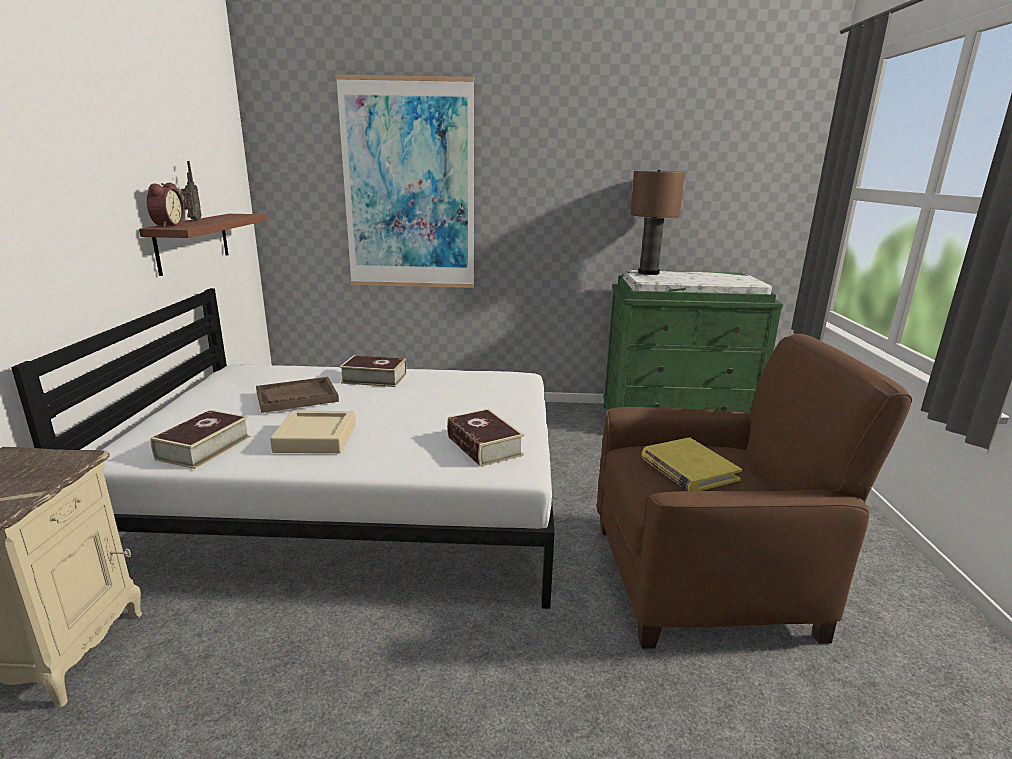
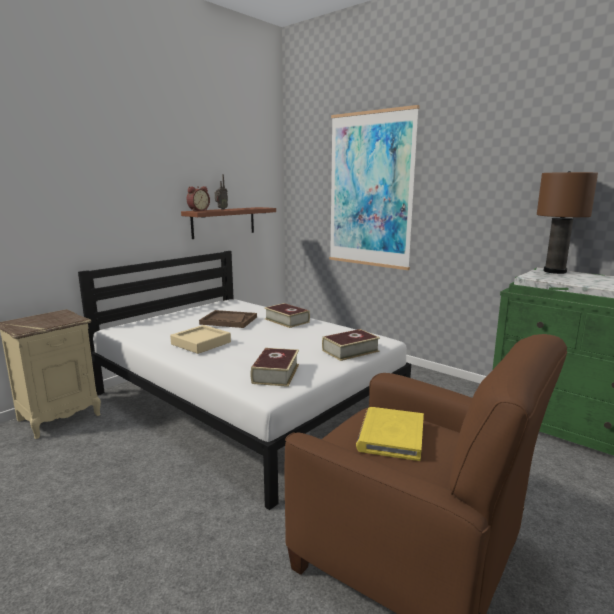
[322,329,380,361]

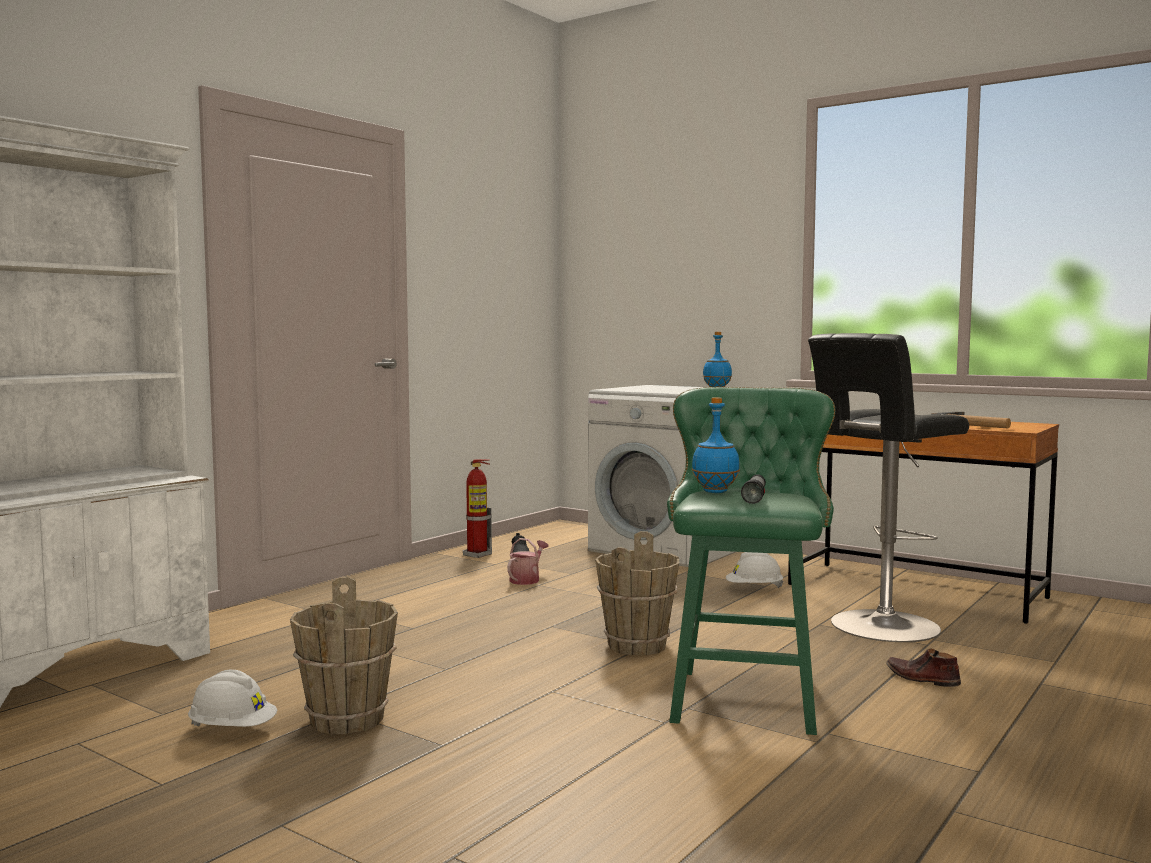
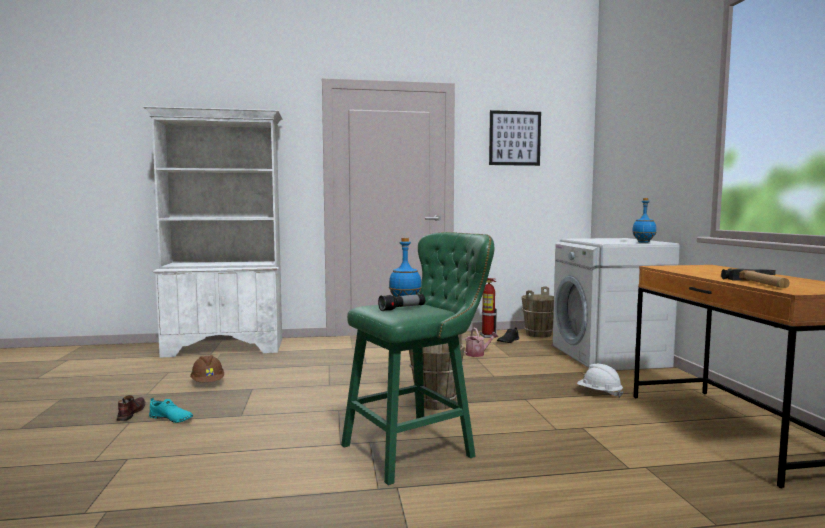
[808,333,969,642] (first image)
[521,286,554,338]
[117,395,145,421]
[190,355,224,382]
[489,110,541,166]
[149,398,193,423]

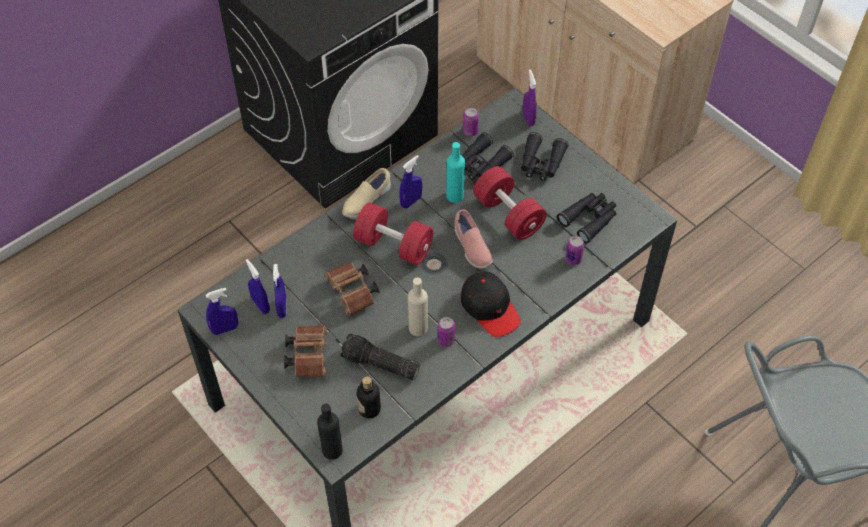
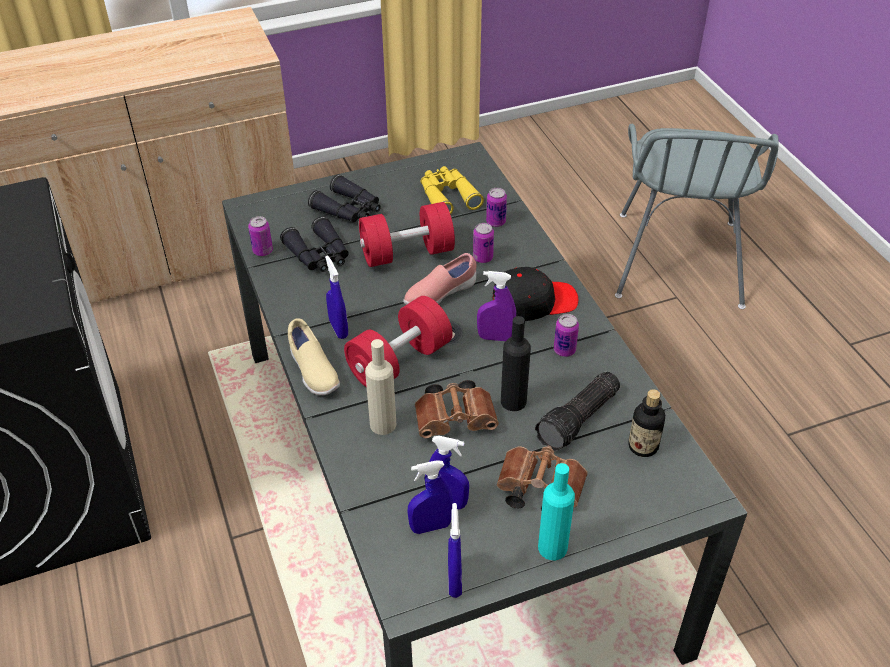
[477,271,516,341]
[538,463,575,560]
[420,166,484,215]
[403,253,477,305]
[365,339,396,435]
[501,316,531,411]
[473,223,494,263]

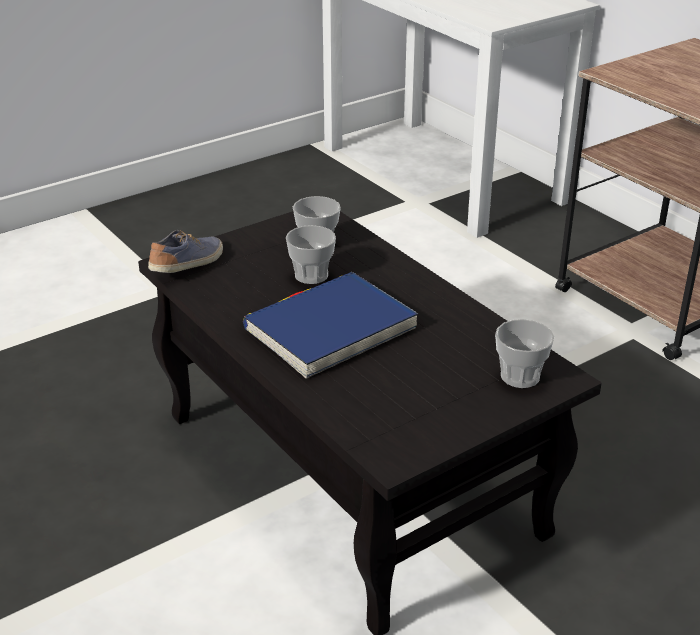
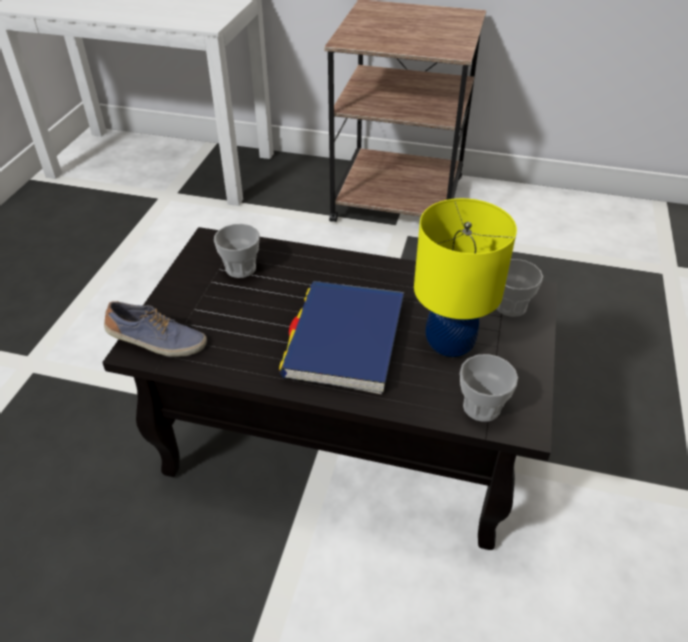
[460,354,518,422]
[104,301,207,357]
[414,198,517,357]

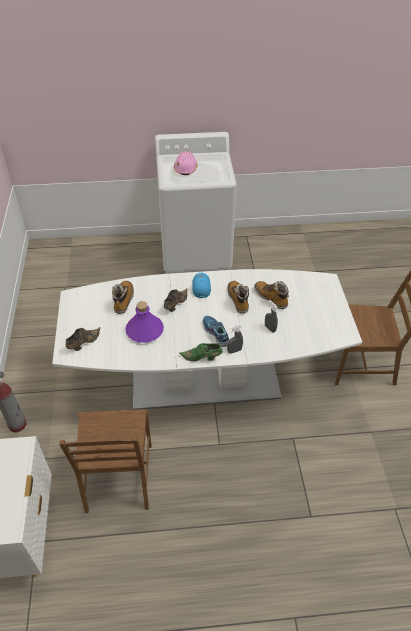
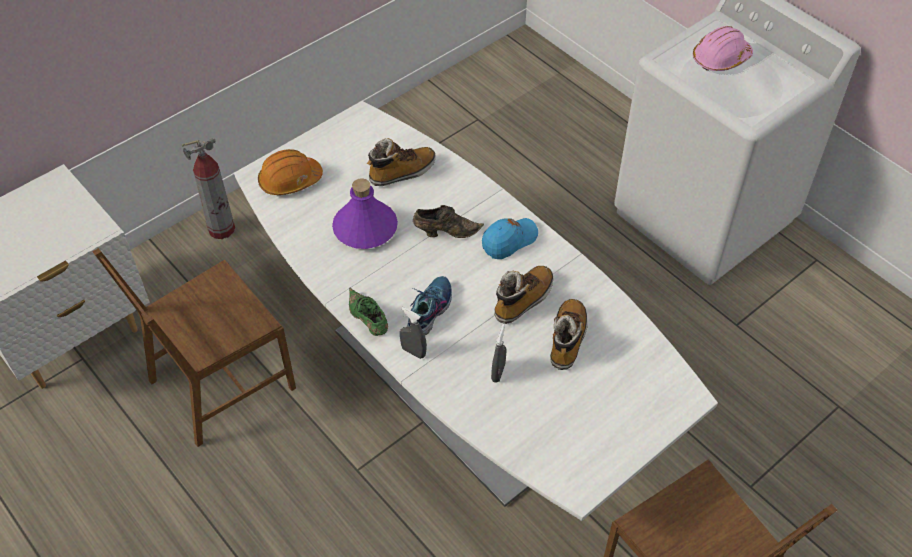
[258,149,323,195]

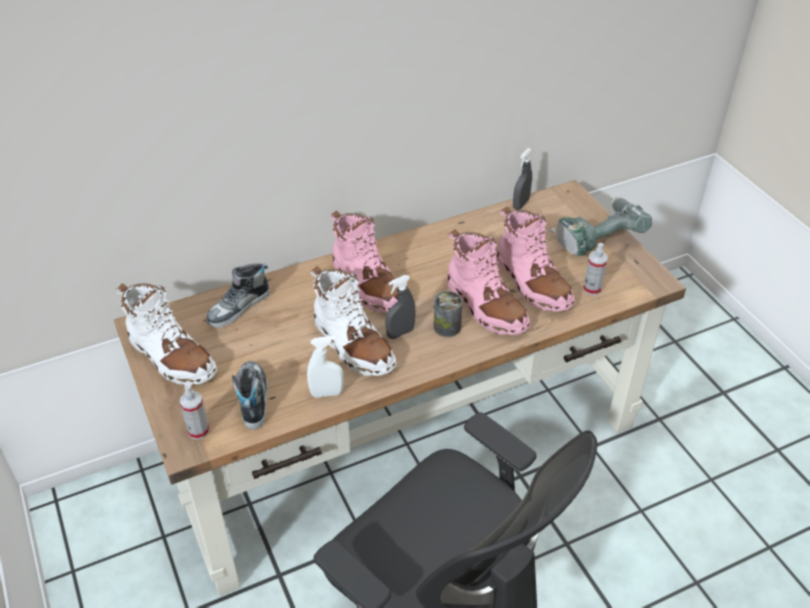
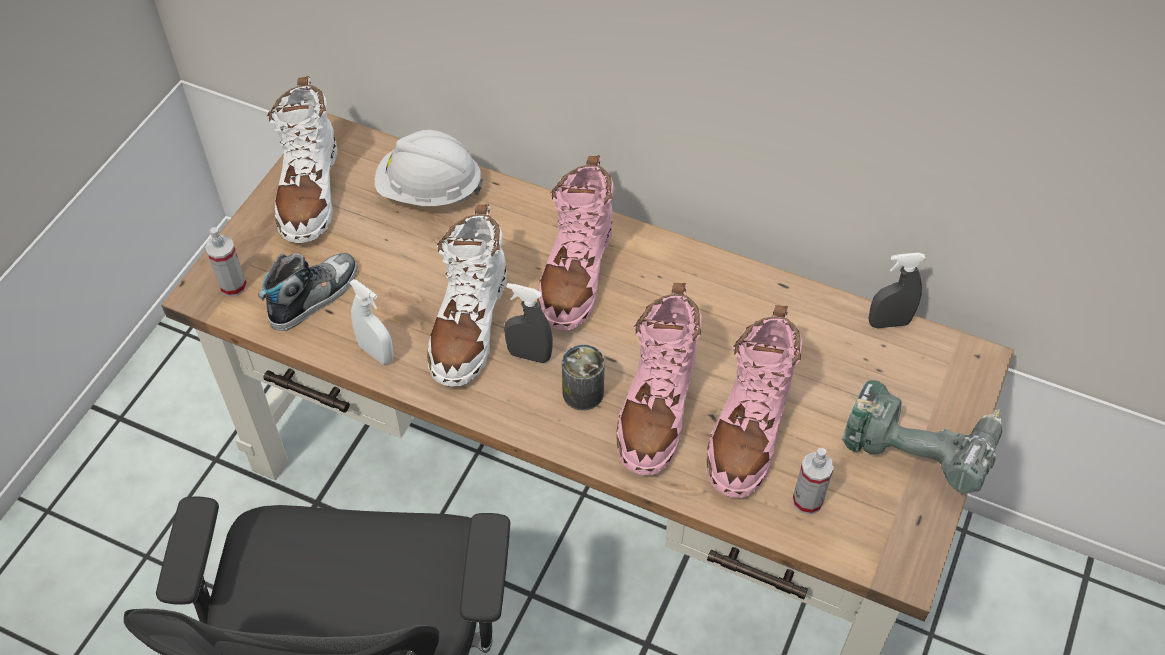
[374,130,483,206]

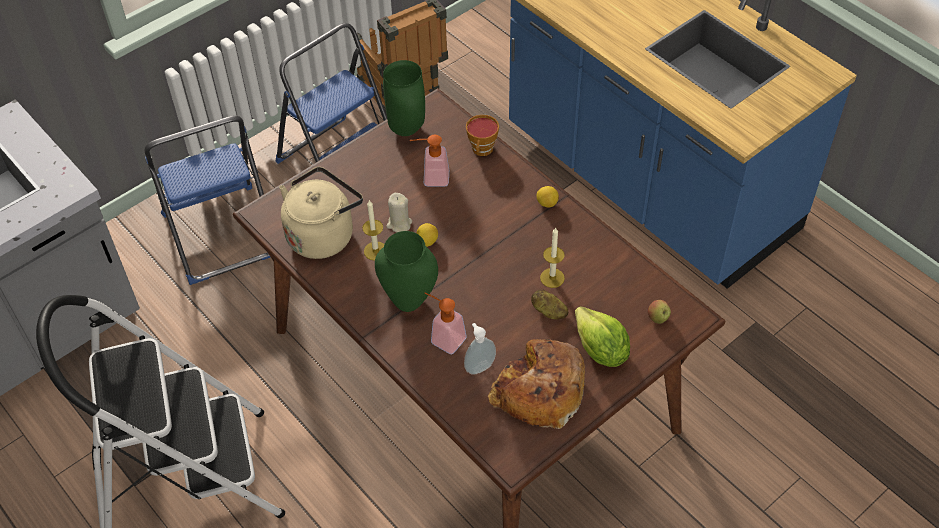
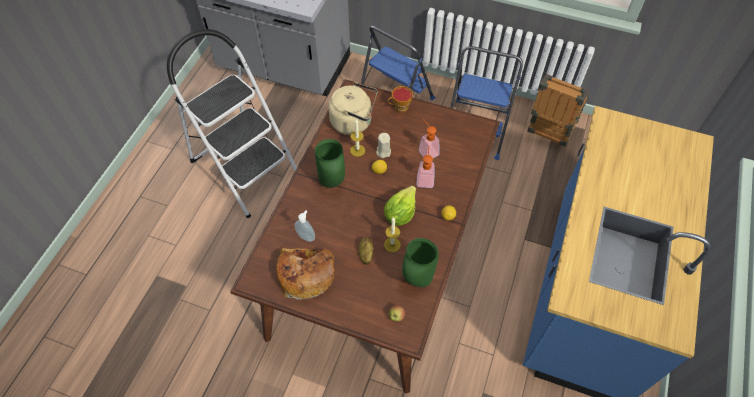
[402,238,439,287]
[388,86,413,113]
[416,146,434,188]
[384,186,416,226]

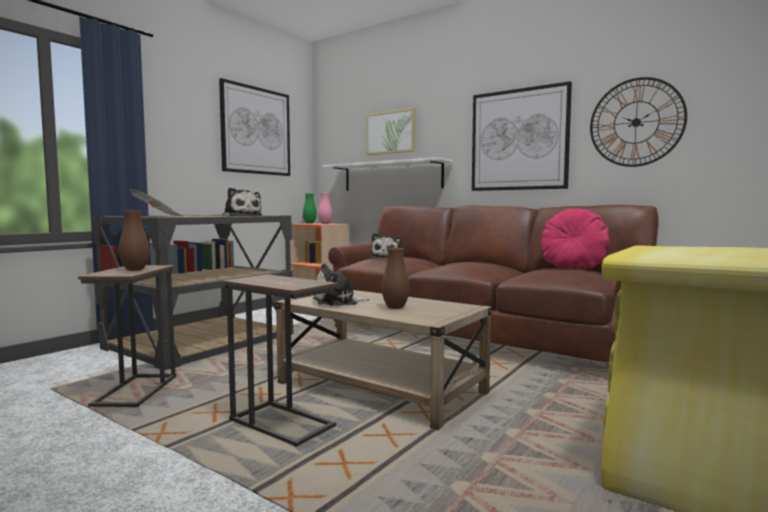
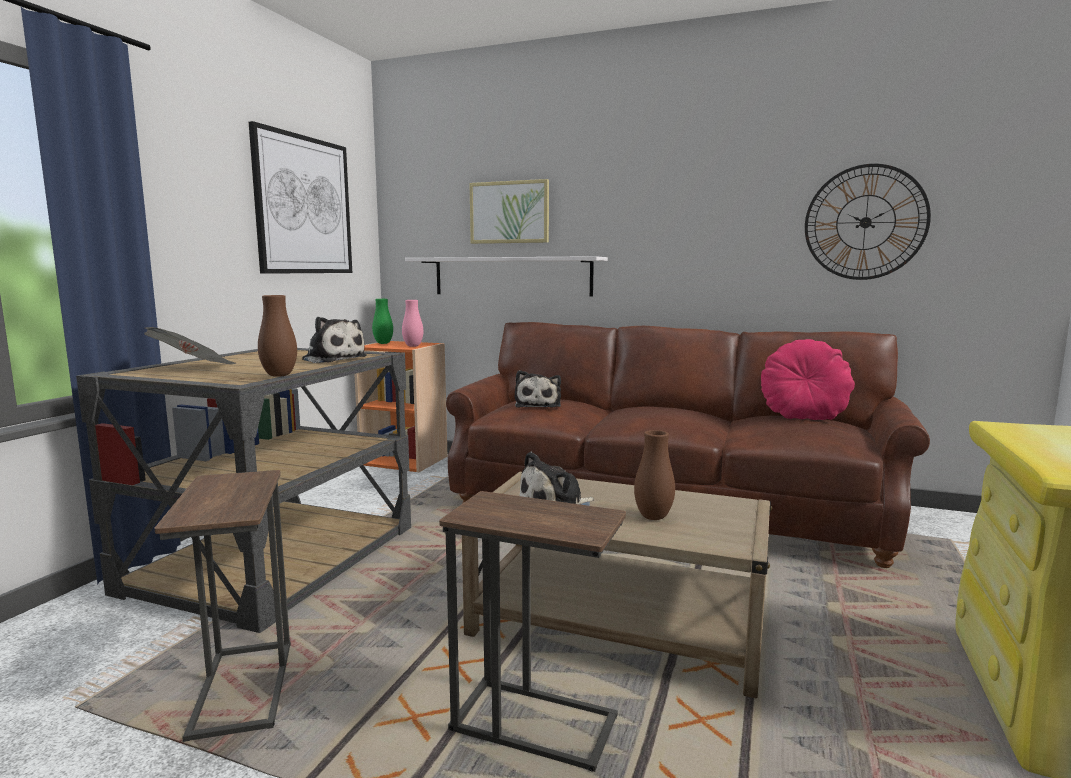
[472,81,572,191] (first image)
[258,295,297,377]

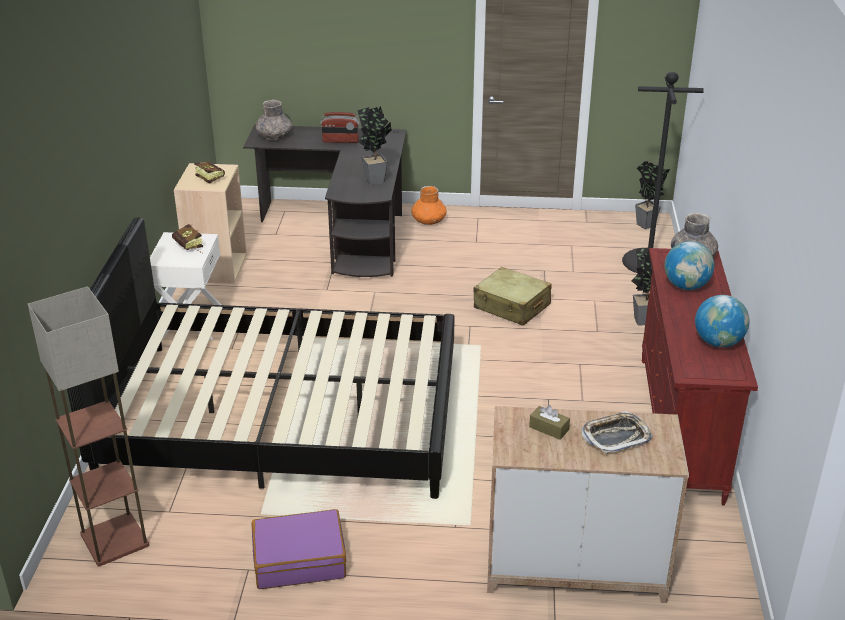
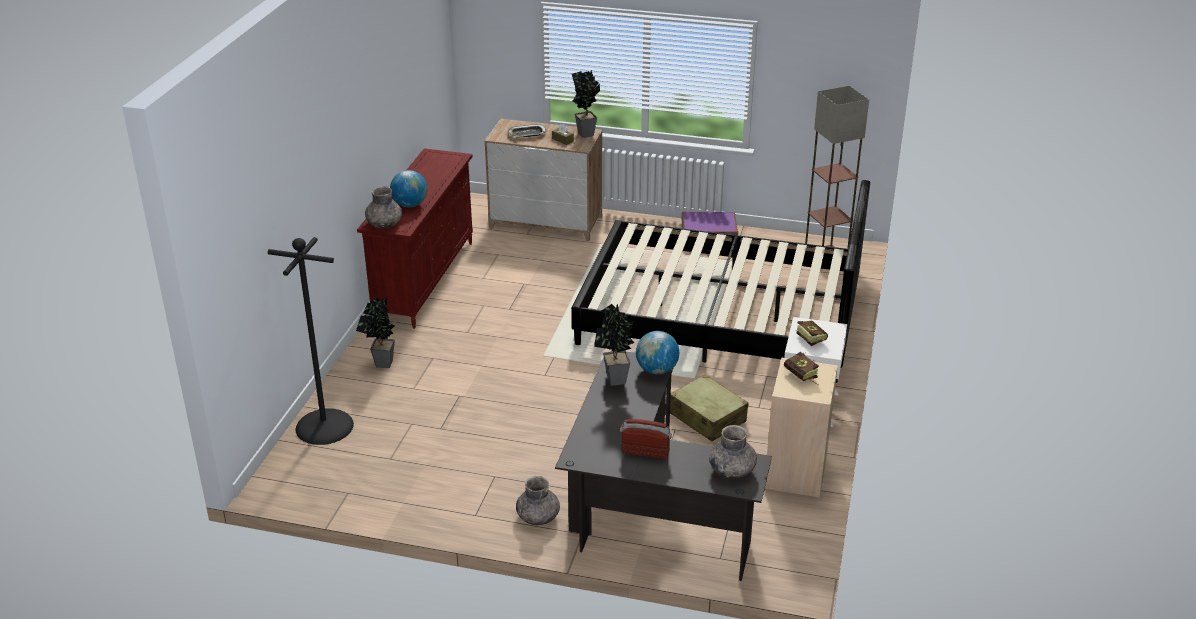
[572,70,600,138]
[516,476,560,525]
[670,375,749,442]
[636,331,679,374]

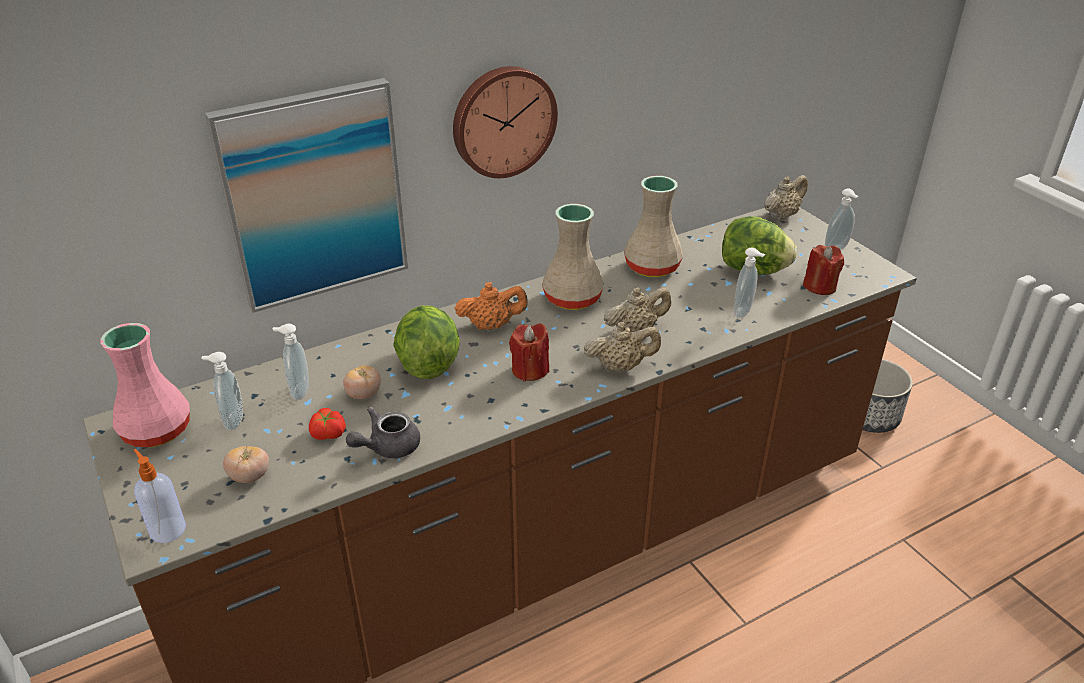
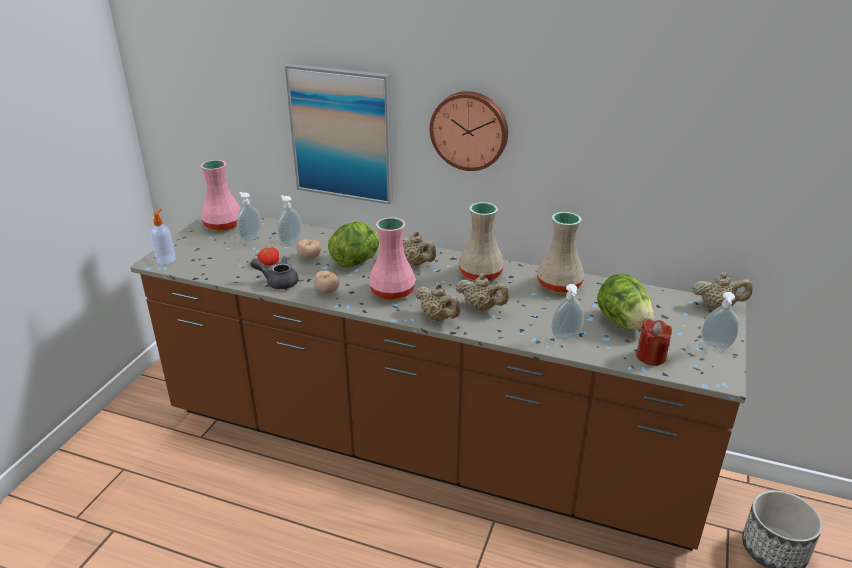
[403,231,436,265]
[368,217,416,300]
[314,270,339,293]

